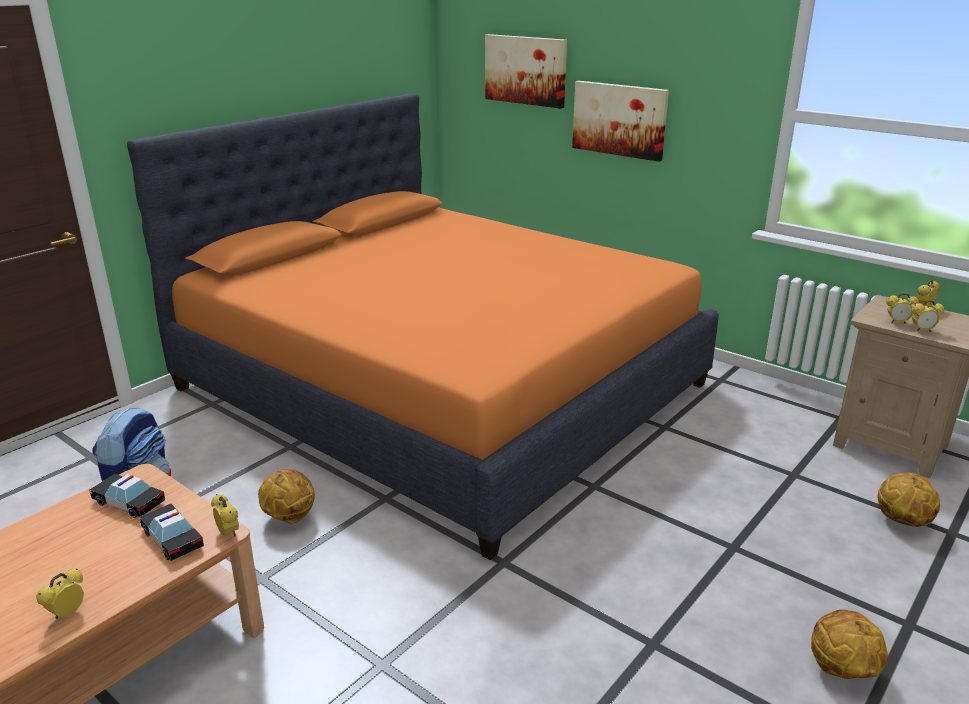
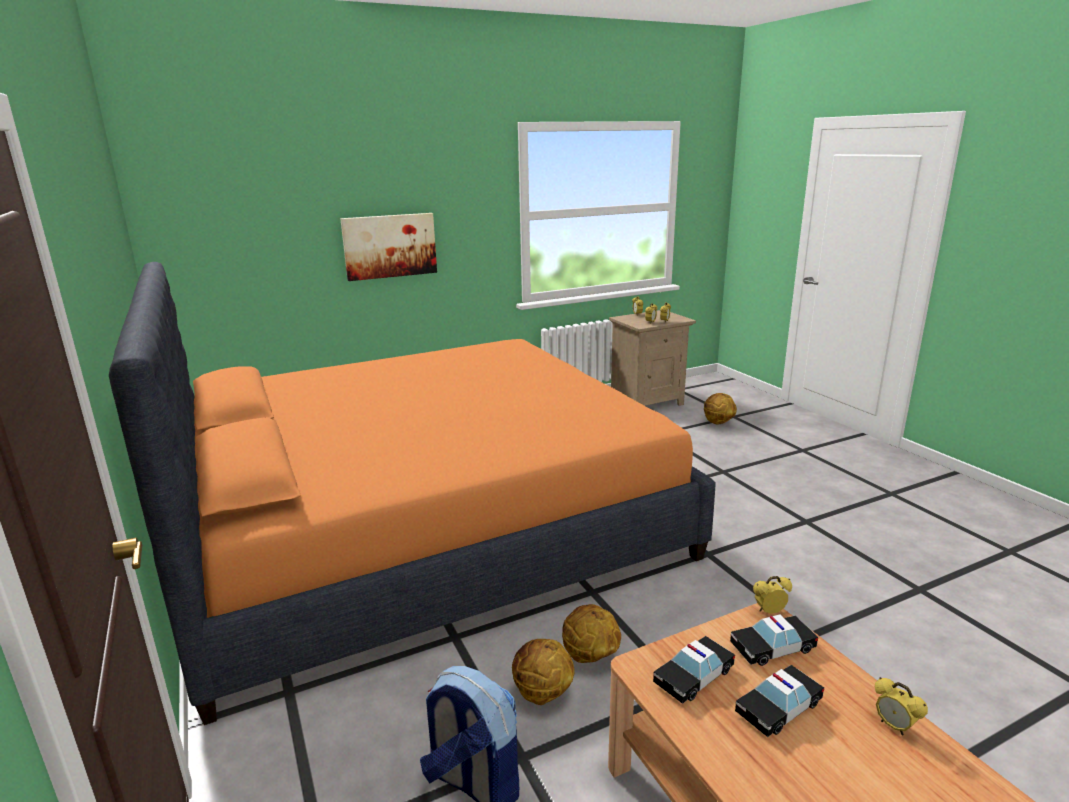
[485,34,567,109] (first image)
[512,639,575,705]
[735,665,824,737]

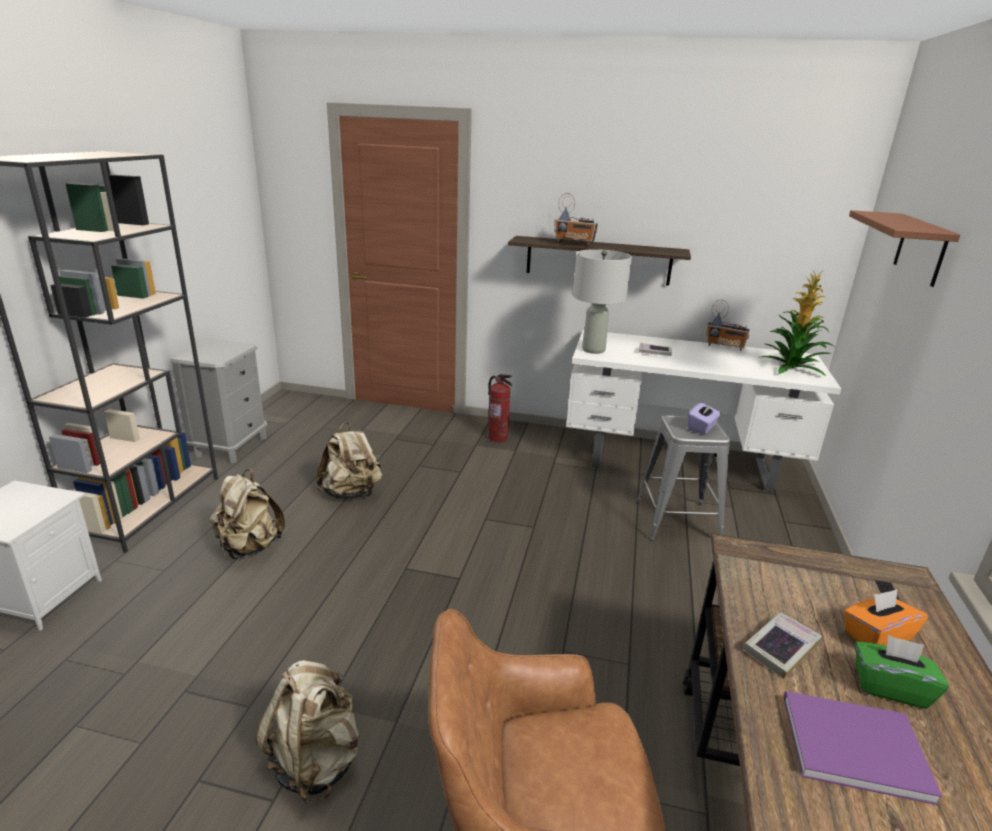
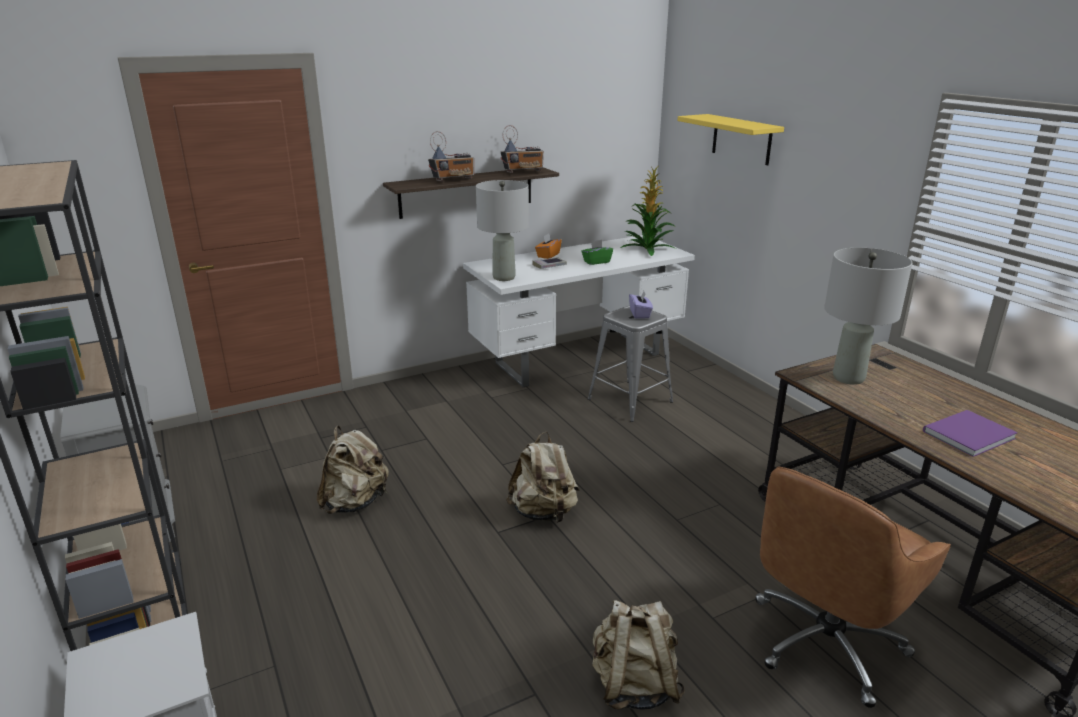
[677,114,784,165]
[501,125,544,173]
[488,374,512,442] (first image)
[506,432,579,523]
[535,234,562,259]
[743,612,822,679] (first image)
[581,240,613,265]
[824,248,912,385]

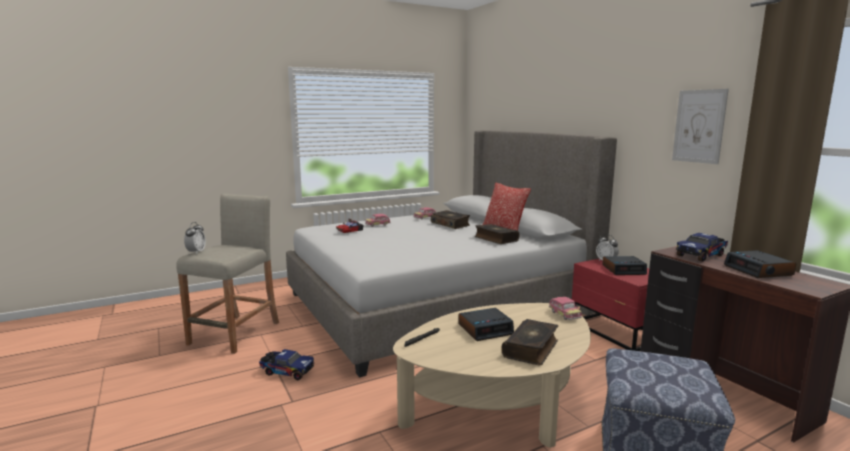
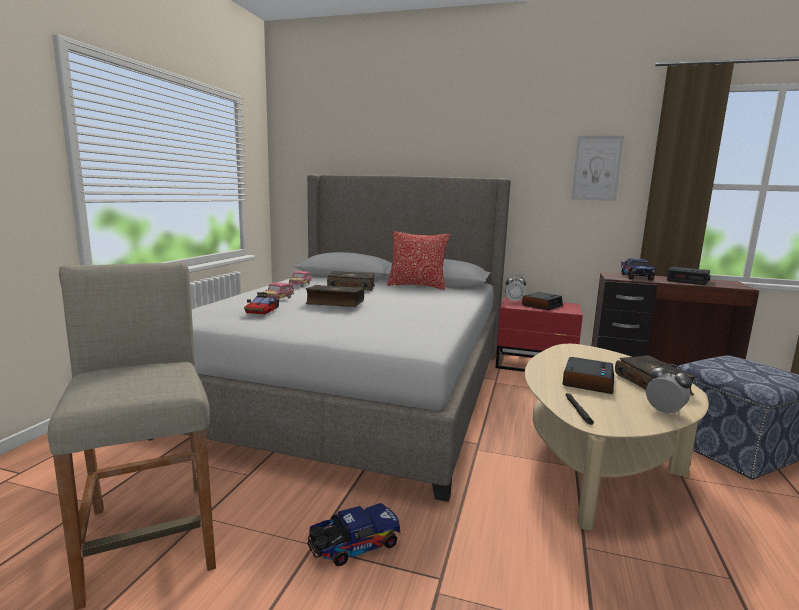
[646,363,692,414]
[306,285,364,307]
[549,297,582,320] (first image)

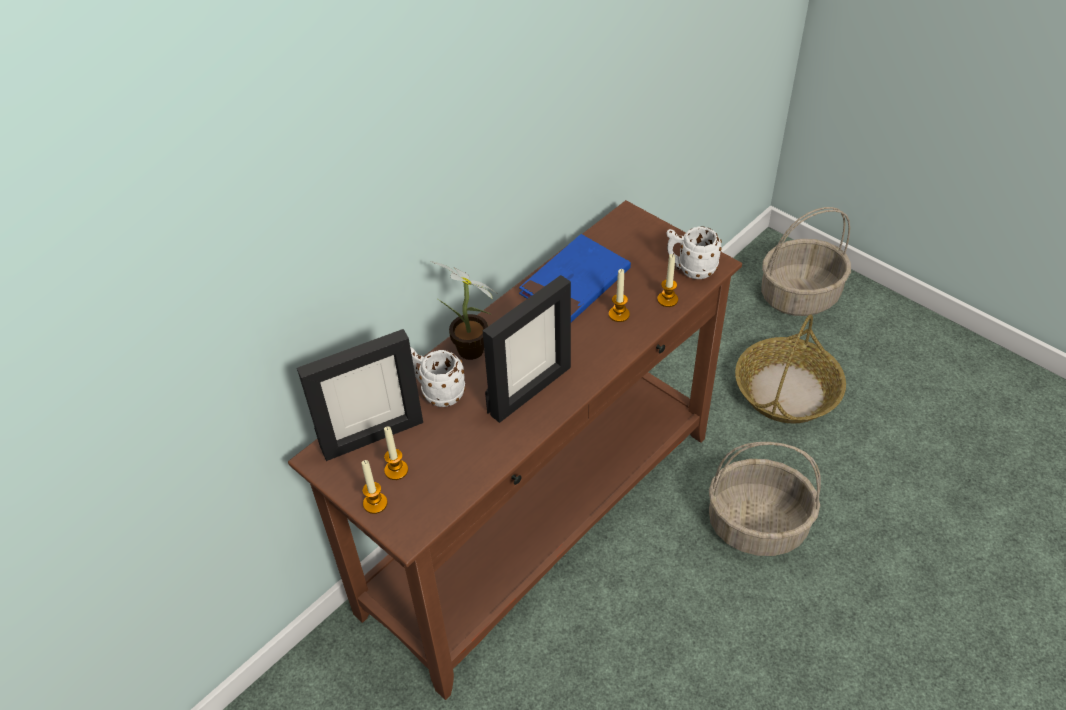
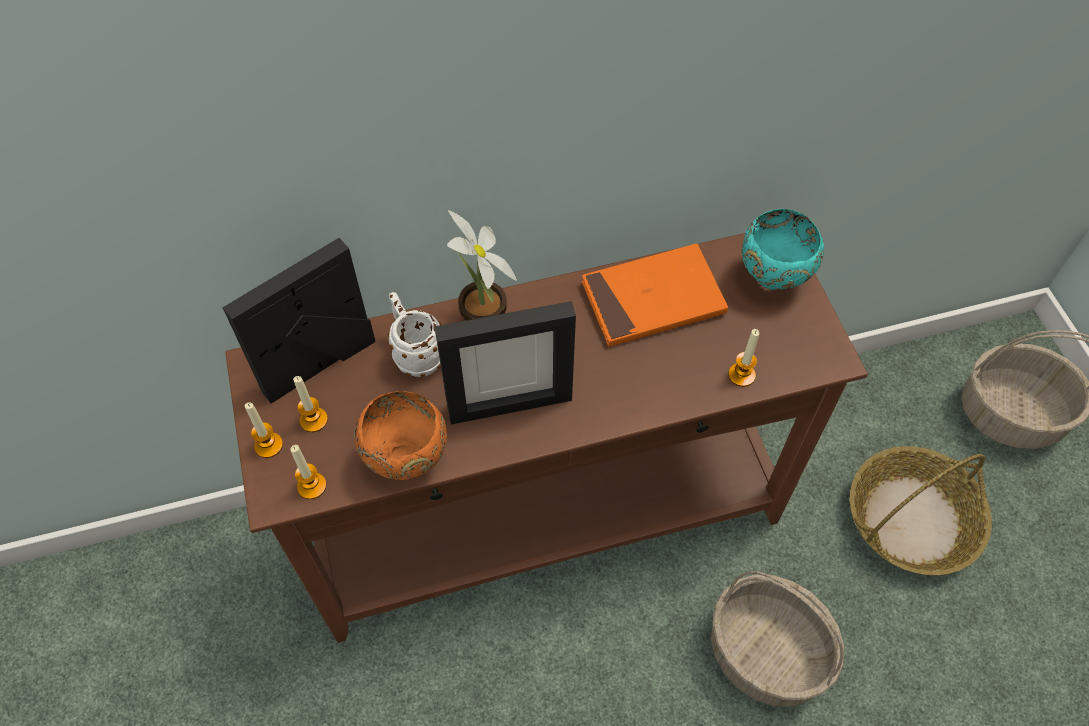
[667,226,722,279] (first image)
[582,244,728,347]
[291,445,326,499]
[223,238,376,404]
[742,209,824,290]
[354,391,447,480]

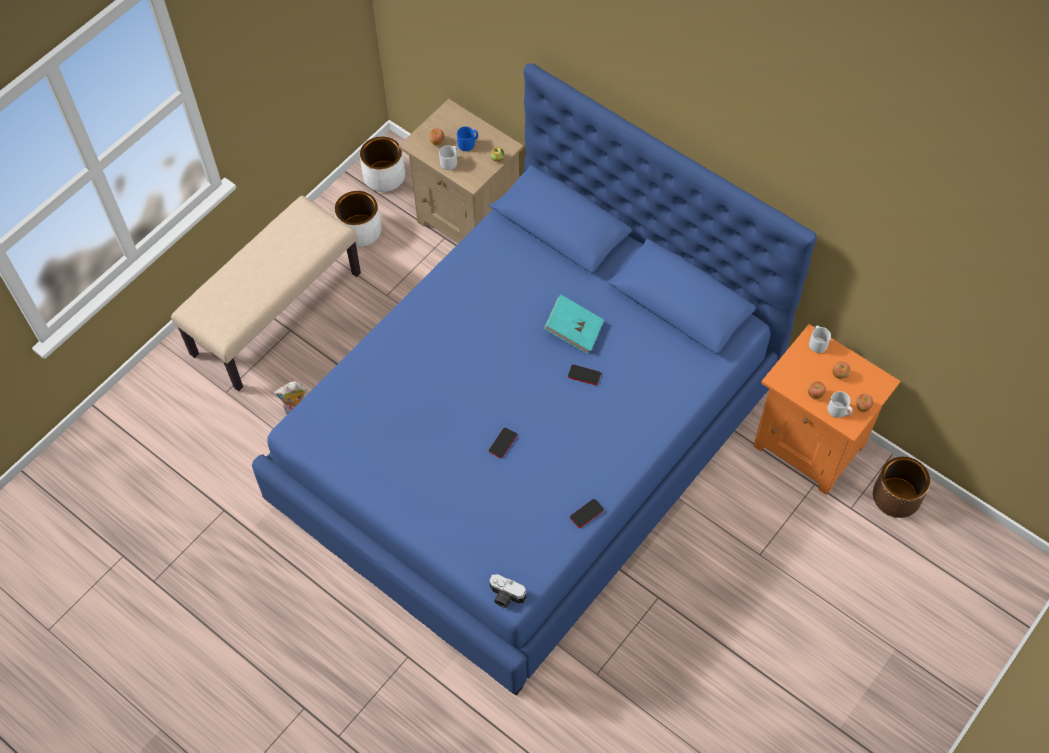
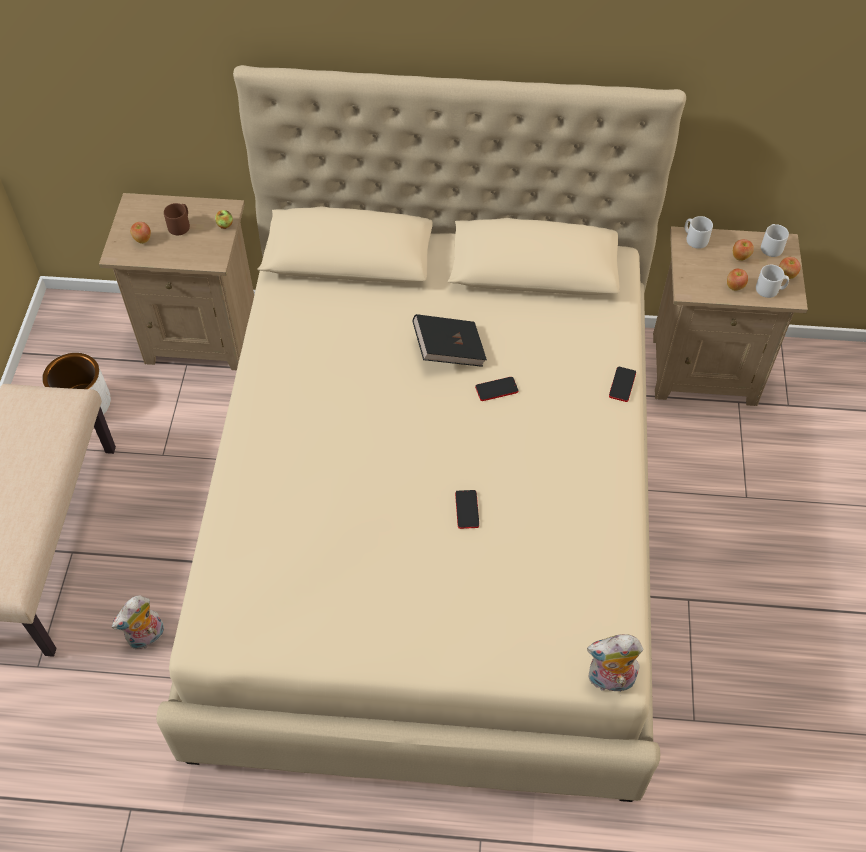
[156,65,686,802]
[164,203,190,235]
[360,136,405,192] (first image)
[761,224,789,257]
[412,314,487,367]
[653,226,808,406]
[873,457,930,518] (first image)
[609,367,636,402]
[587,634,643,692]

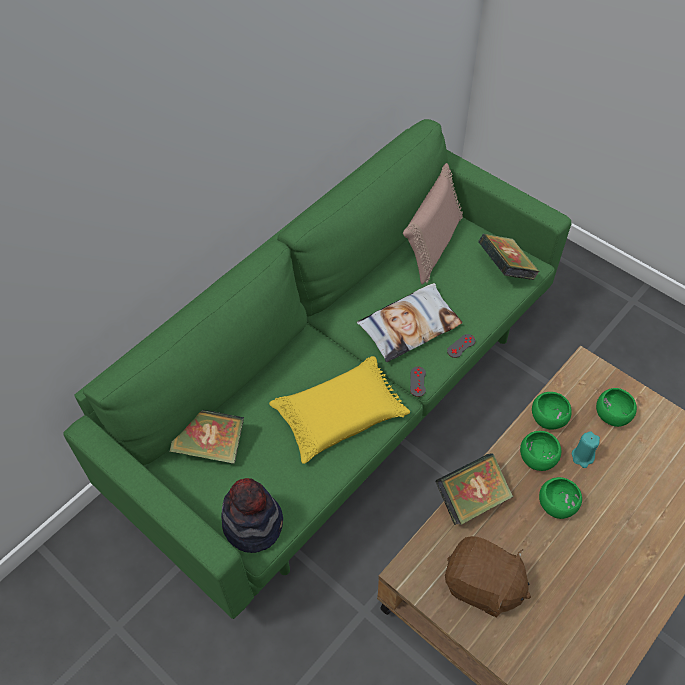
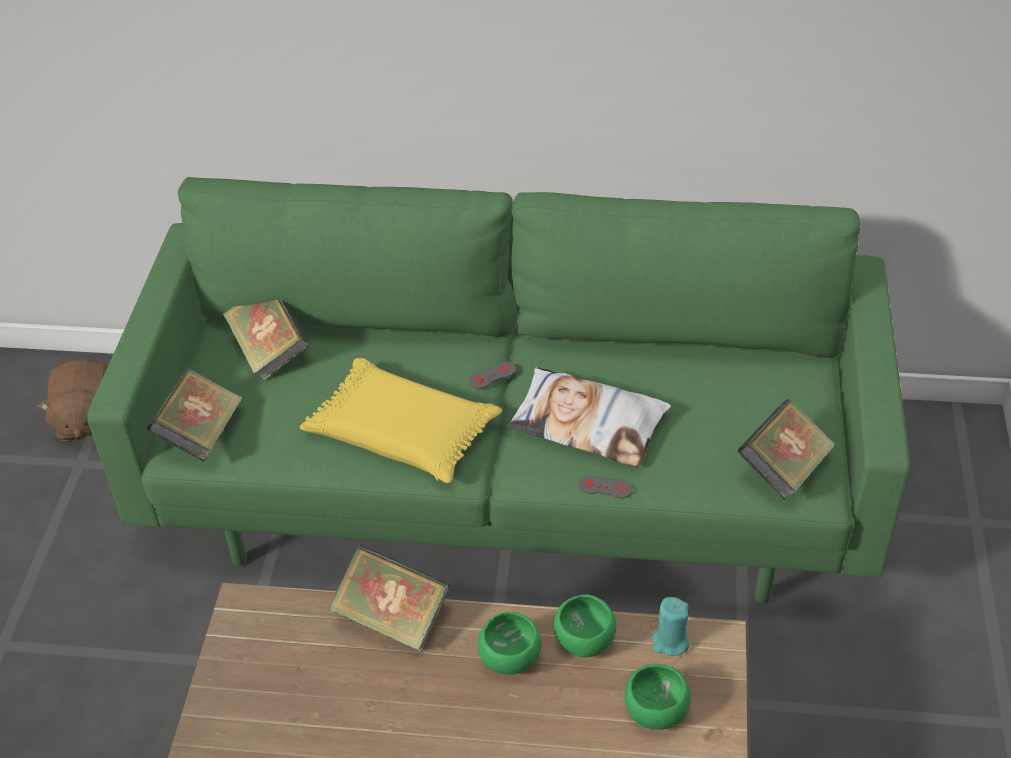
[403,163,463,284] (first image)
[469,361,515,389]
[652,597,690,656]
[539,477,582,519] (first image)
[146,369,242,462]
[37,359,108,441]

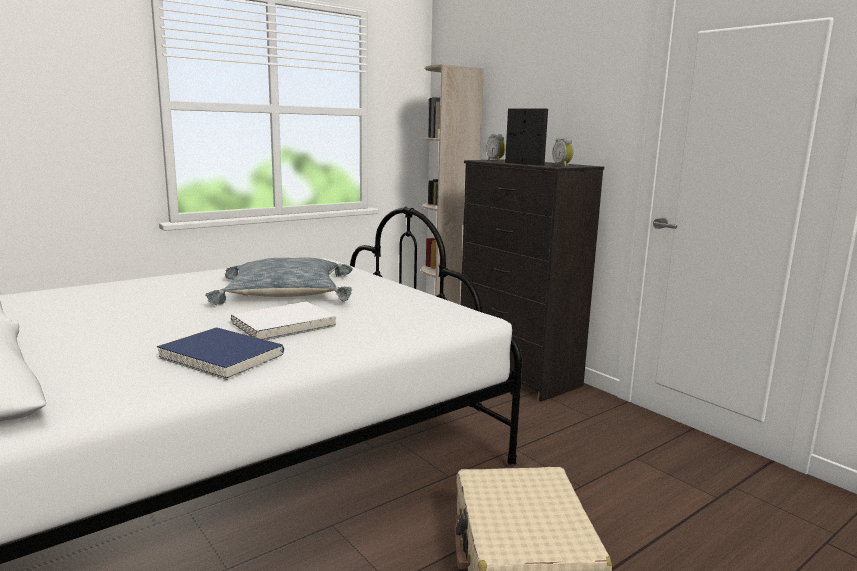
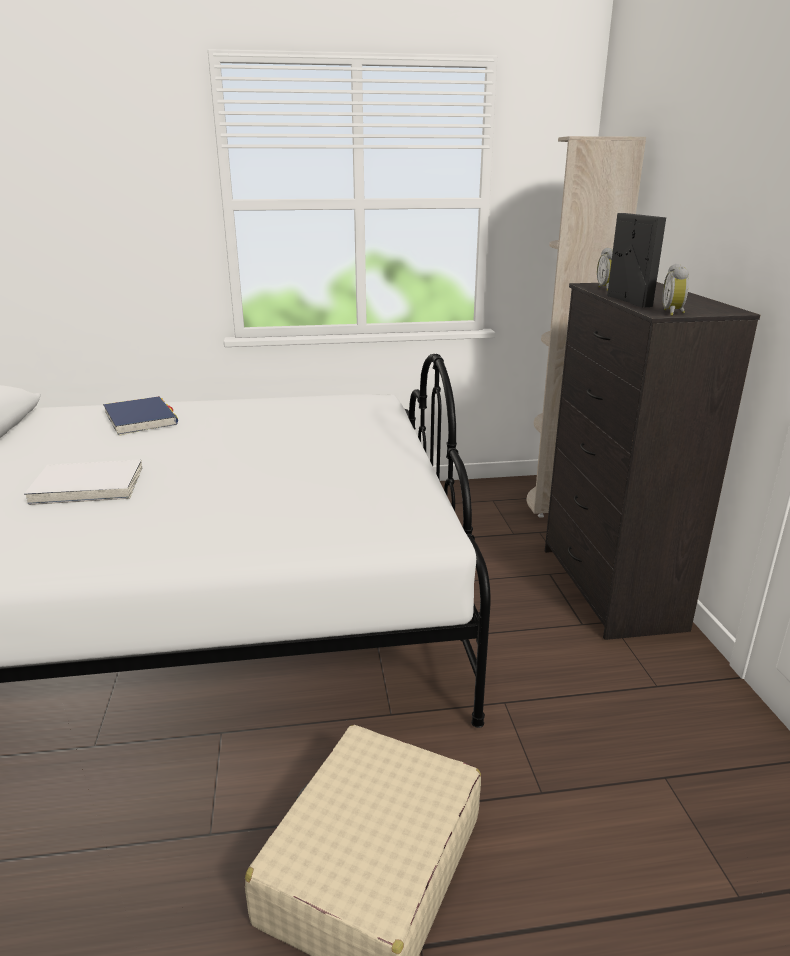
[205,257,353,306] (first image)
[24,459,142,505]
[103,396,178,436]

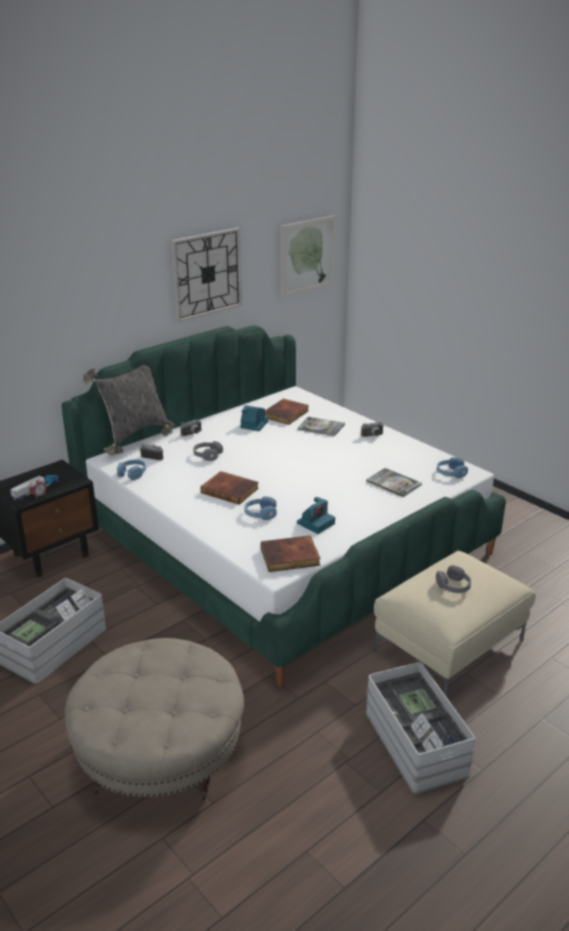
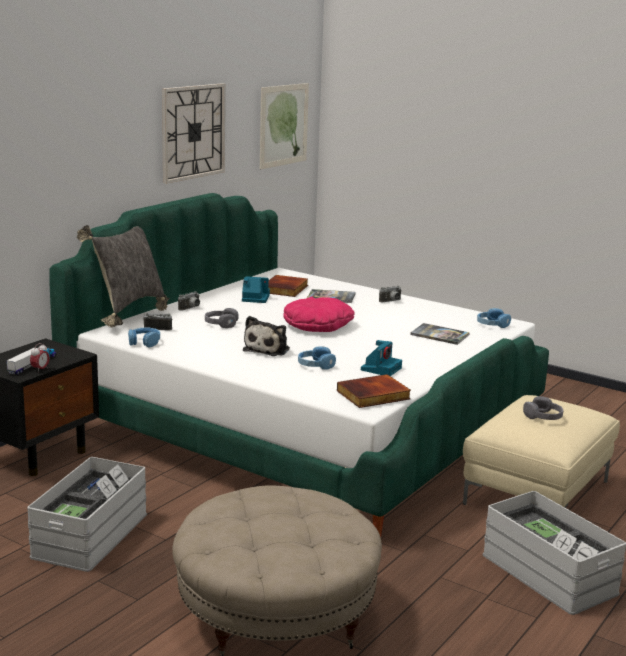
[243,316,290,356]
[283,297,355,332]

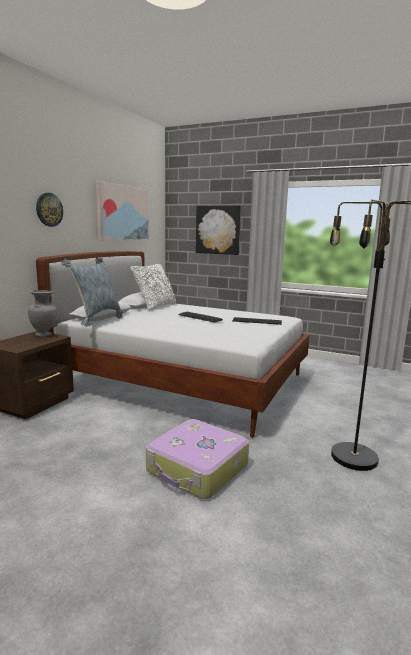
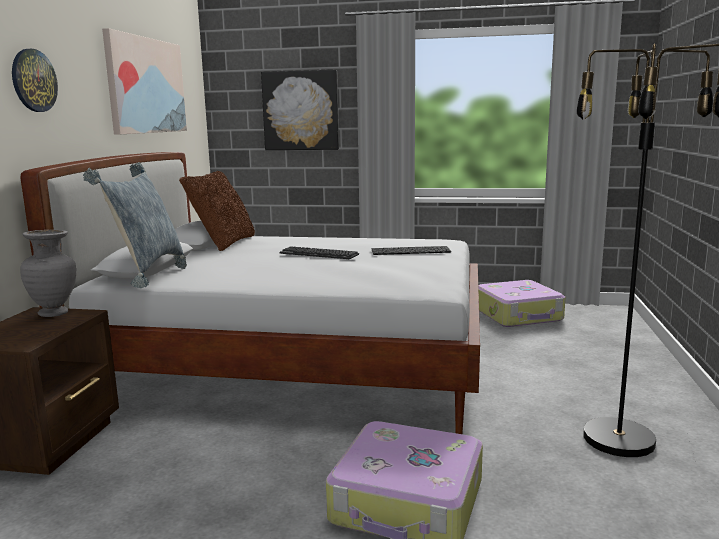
[179,171,255,251]
[478,280,566,327]

